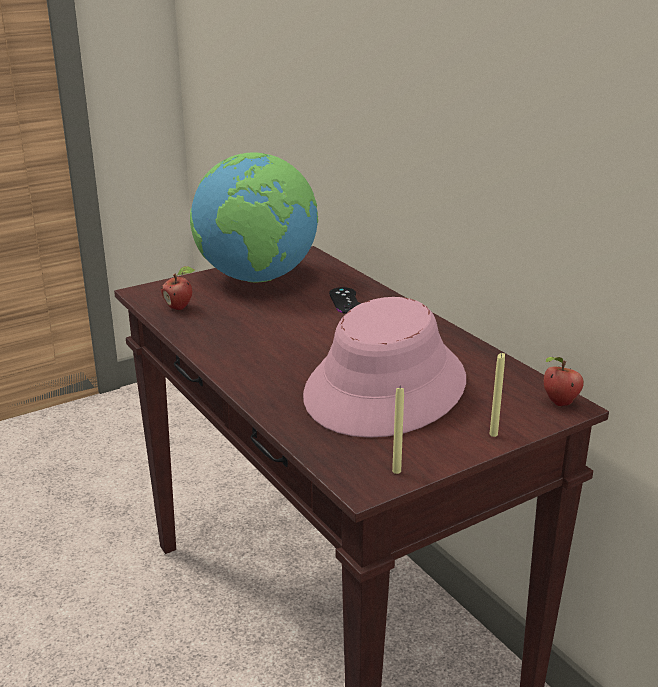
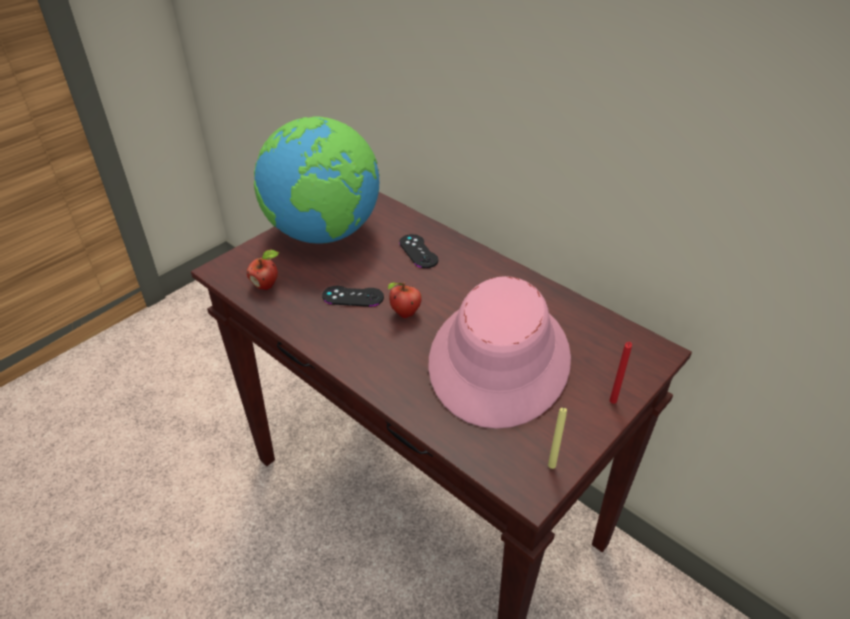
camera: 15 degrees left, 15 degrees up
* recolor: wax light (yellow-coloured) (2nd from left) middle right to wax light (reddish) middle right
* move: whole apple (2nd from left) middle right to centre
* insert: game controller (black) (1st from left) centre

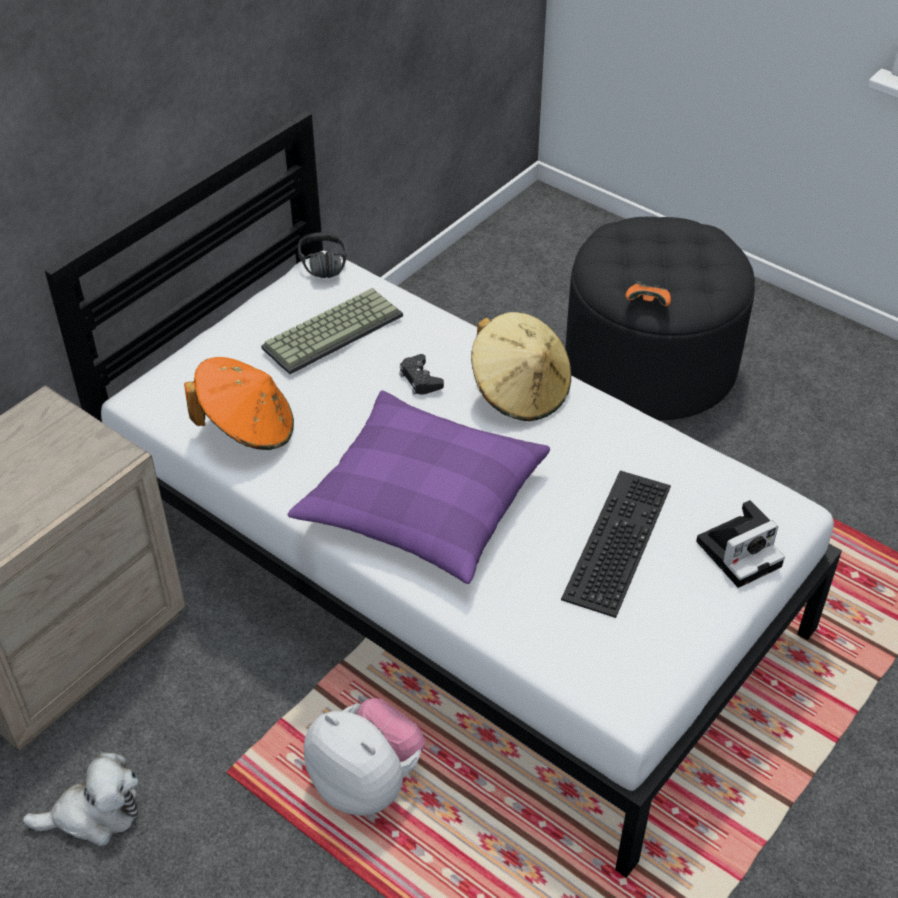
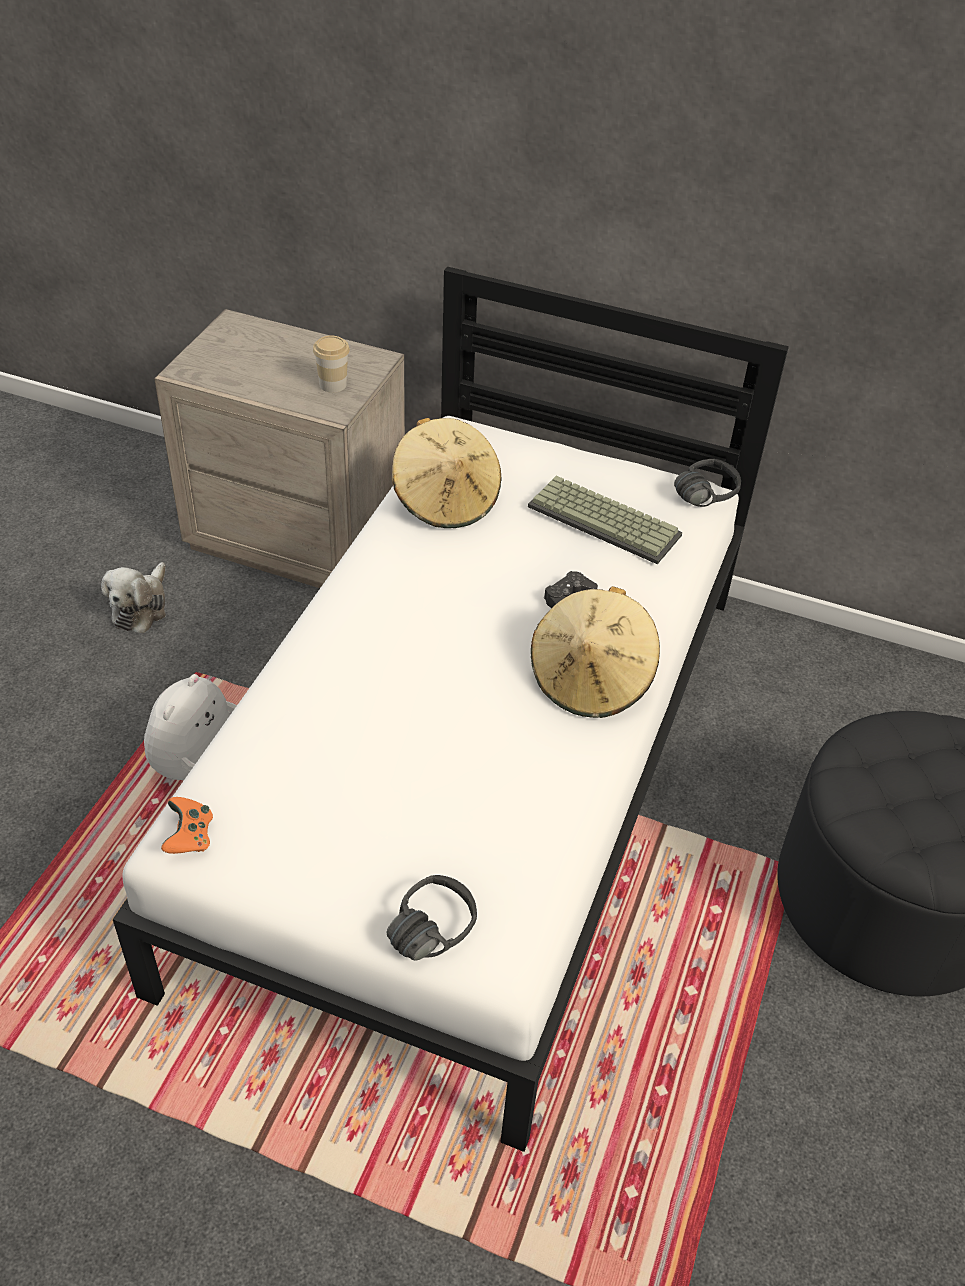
camera: 70 degrees right, 0 degrees up
* rotate: plush toy (1st from left) bottom left = middle left 45 degrees clockwise
* recolor: wearable hat (orangey) middle left to wearable hat (sand-coloured) (1st from left) centre
* delete: cushion (purple-coloured) centre
* delete: keyboard (2nd from left) middle right
* move: game controller (orangey) top right to middle left
* replace: still camera middle right to headphones (black) (1st from left) bottom centre
* insert: cup top centre

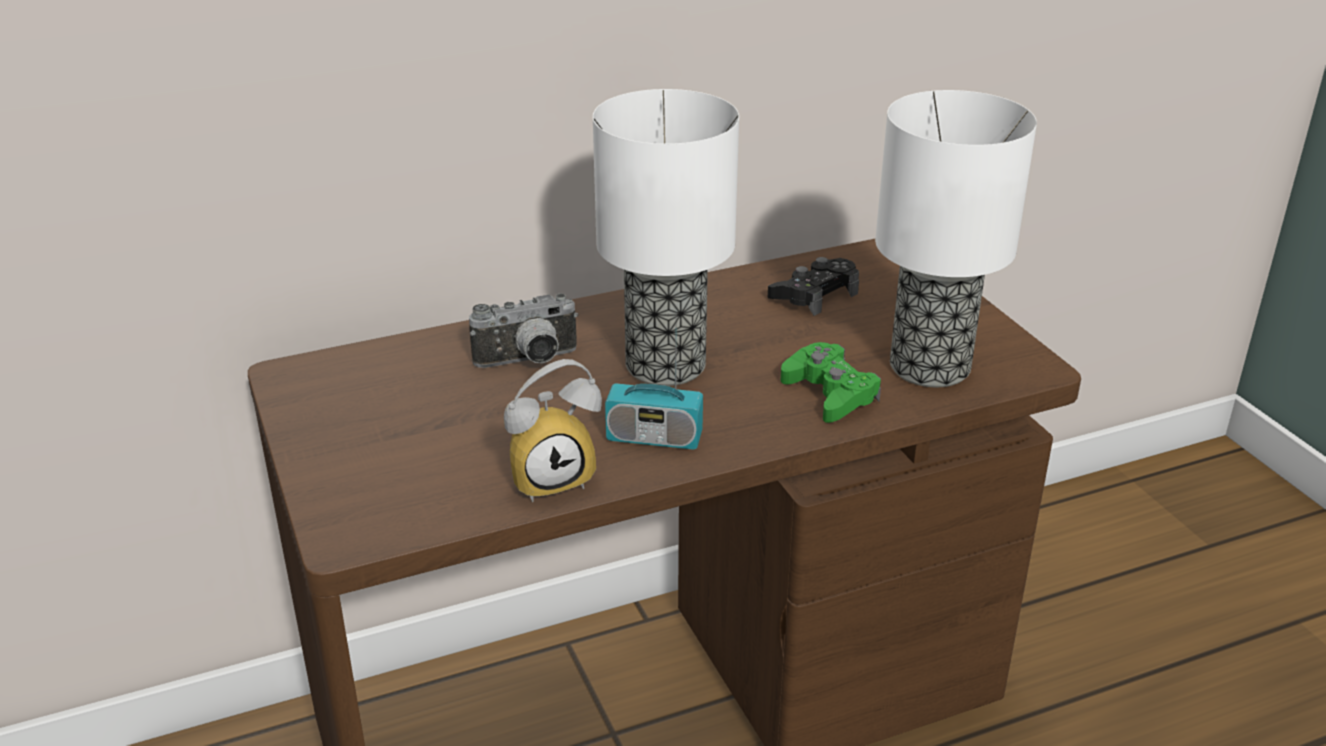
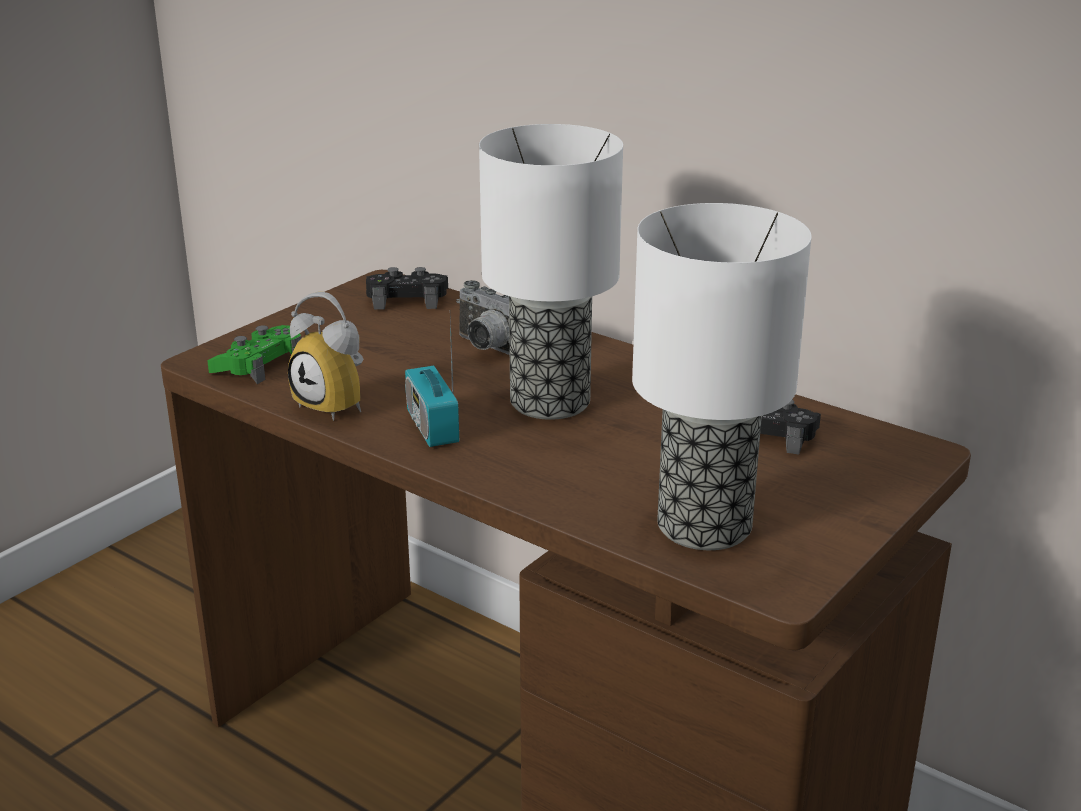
camera: 60 degrees right, 5 degrees down
* move: game controller (greenish) centre to middle left
* insert: game controller (black) (1st from left) centre

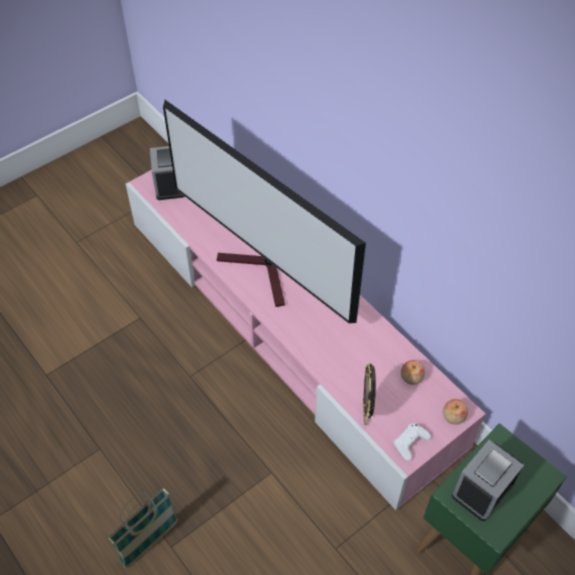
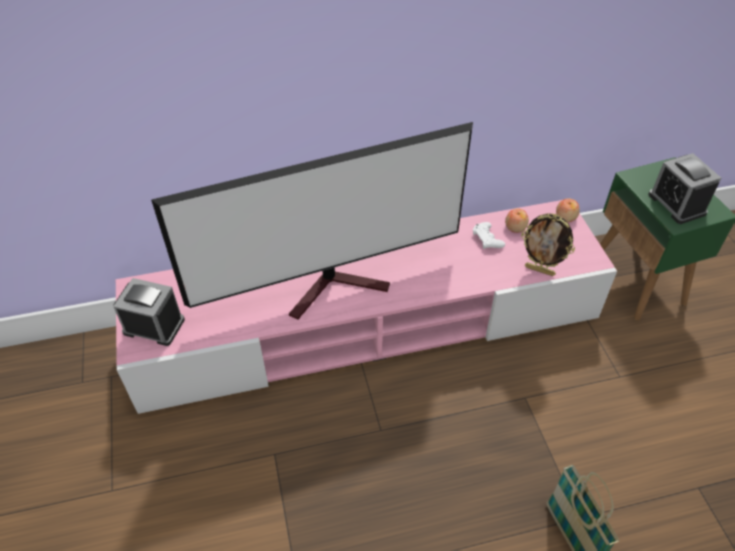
camera: 65 degrees left, 5 degrees down
* move: game controller (whitish) bottom right to centre

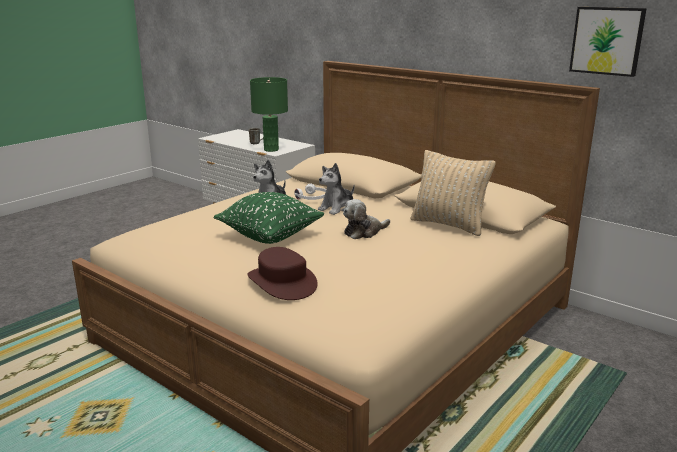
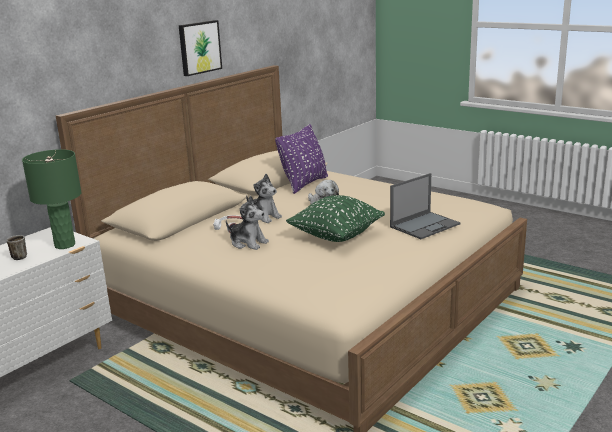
camera: 90 degrees left, 0 degrees up
* replace: wearable hat (brown) centre to laptop middle right
* recolor: cushion (sand-coloured) middle right to cushion (purple-coloured) centre
* move: picture top right to top left

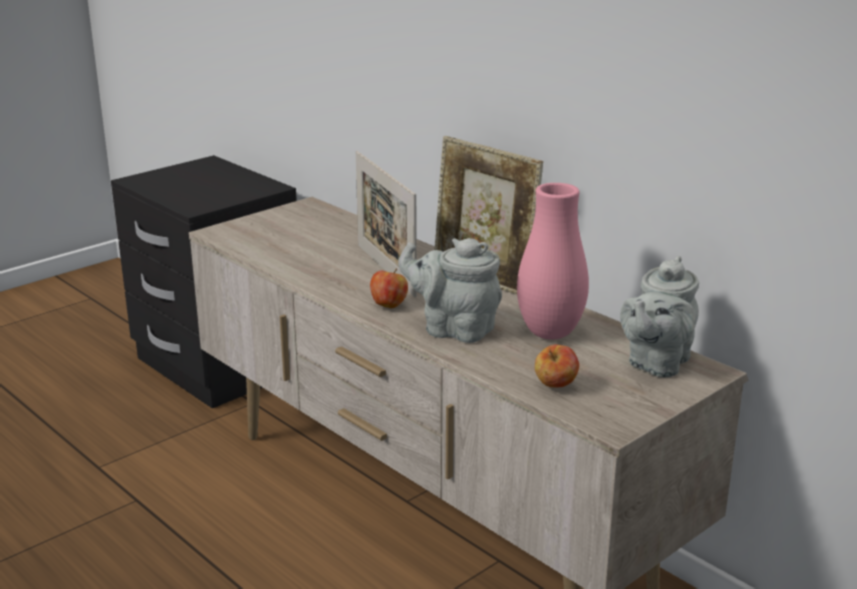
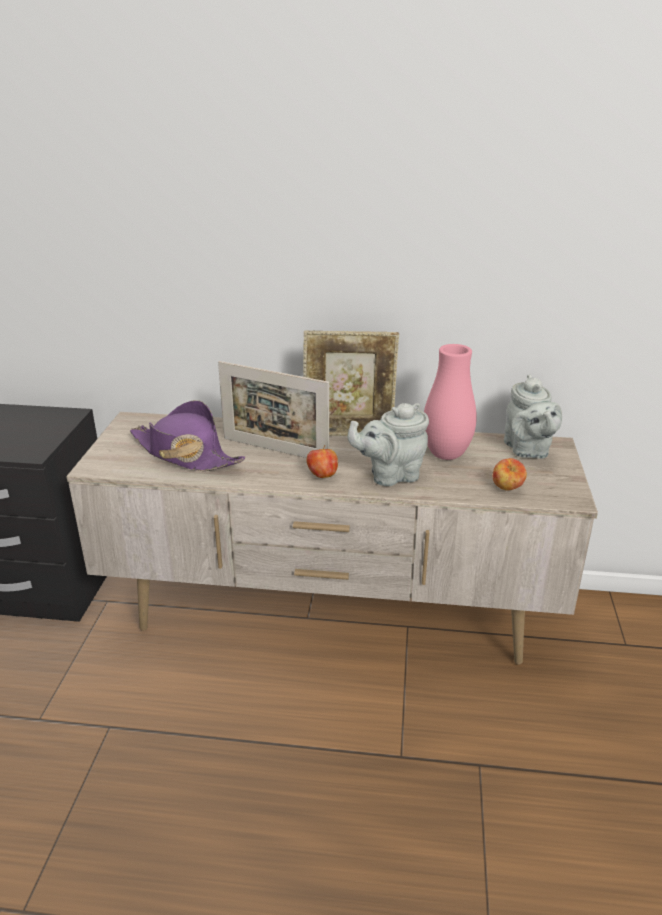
camera: 40 degrees left, 5 degrees up
* insert: wearable hat (purple-coloured) middle left

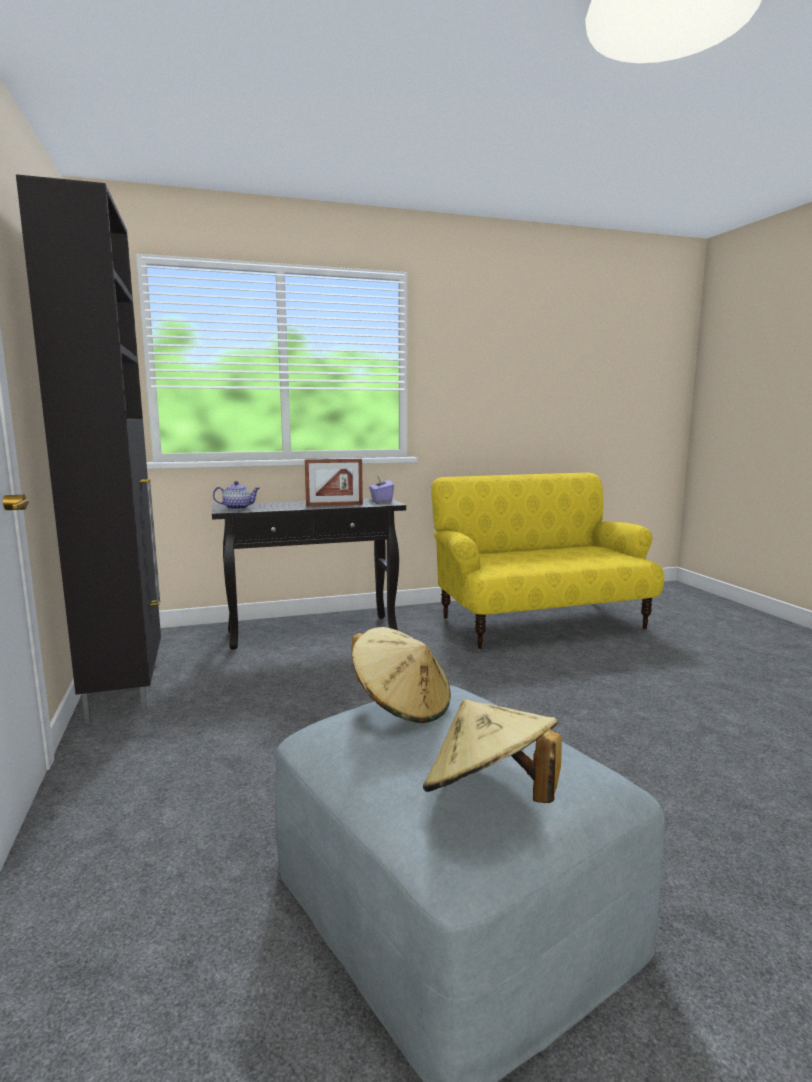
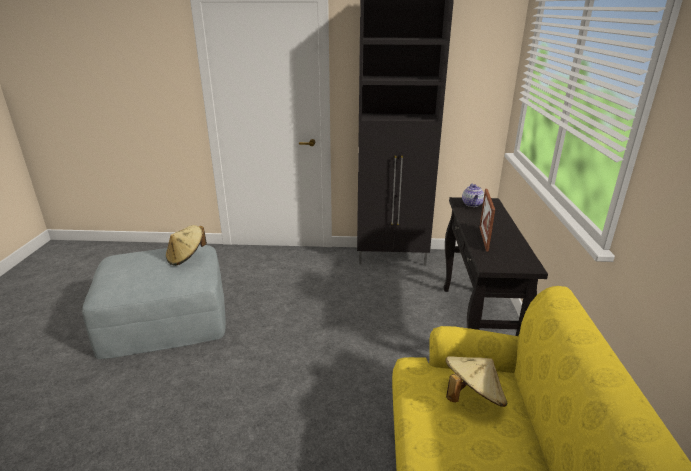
camera: 110 degrees right, 15 degrees up
* delete: tissue holder (purple-coloured) centre
* move: wearable hat (sand-coloured) (2nd from left) bottom centre to bottom right

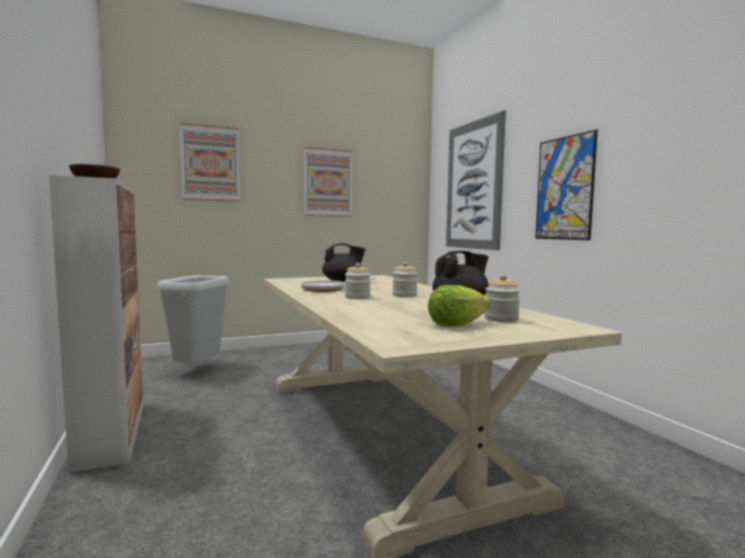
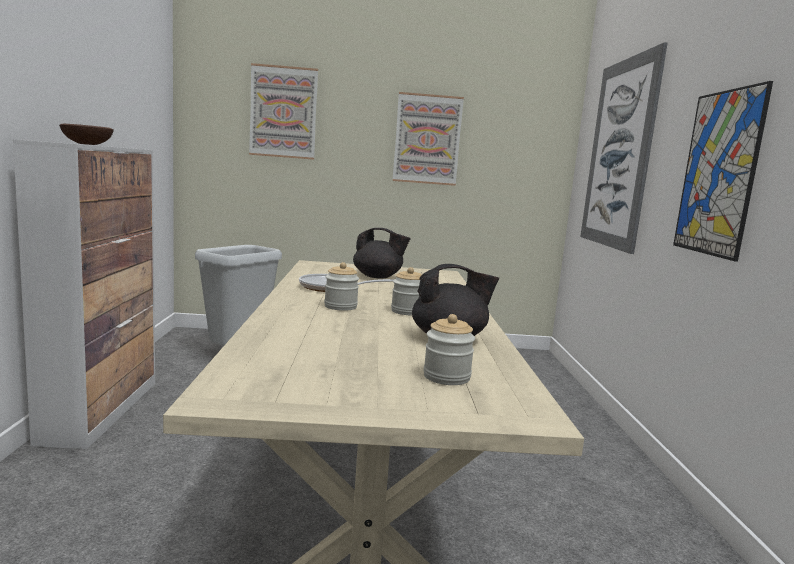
camera: 20 degrees right, 5 degrees up
* delete: lettuce head centre

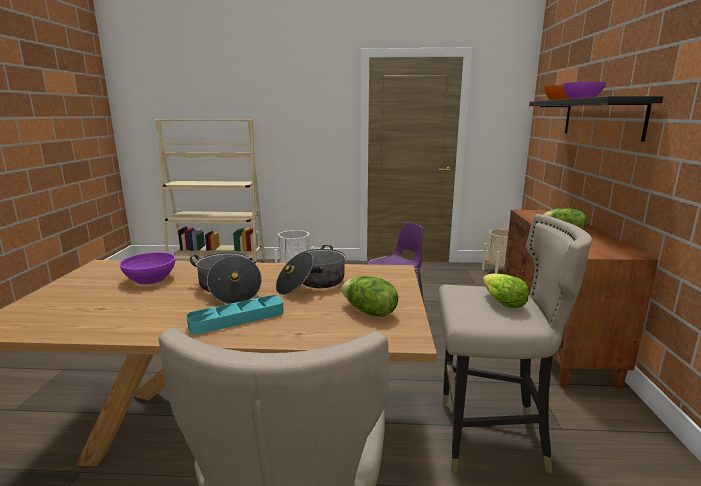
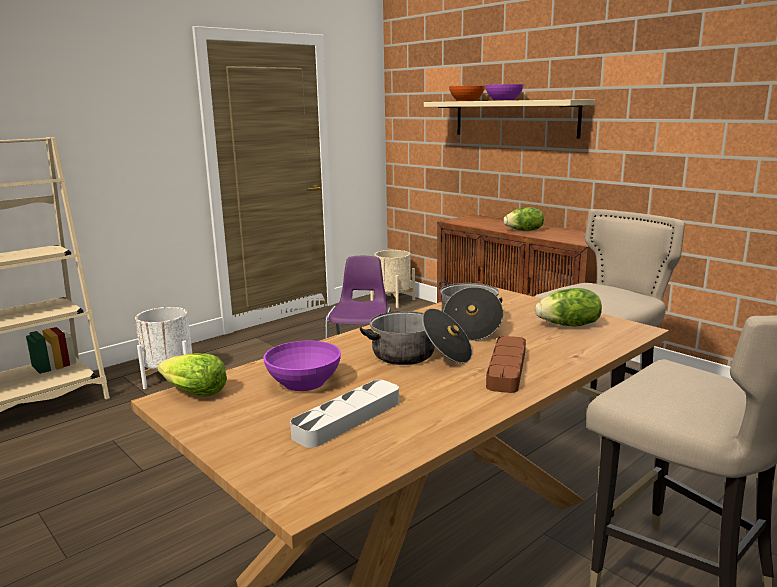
camera: 45 degrees left, 0 degrees up
* recolor: serving tray (blue-green) centre to serving tray (brown) centre
* move: lettuce head (2nd from left in the first image) middle right to lettuce head (1st from left) middle left
* recolor: wall shelf (black) top right to wall shelf (sand-coloured) top centre
* insert: serving tray (gray) bottom centre

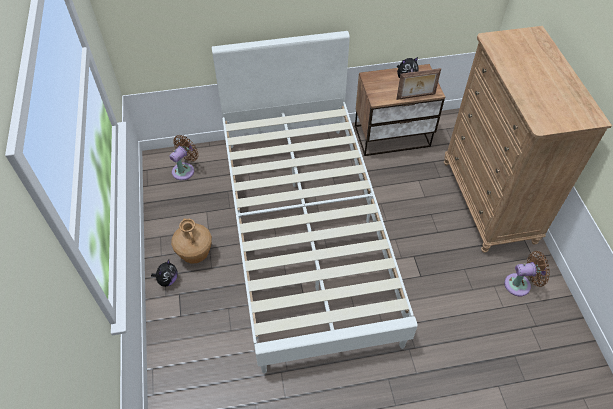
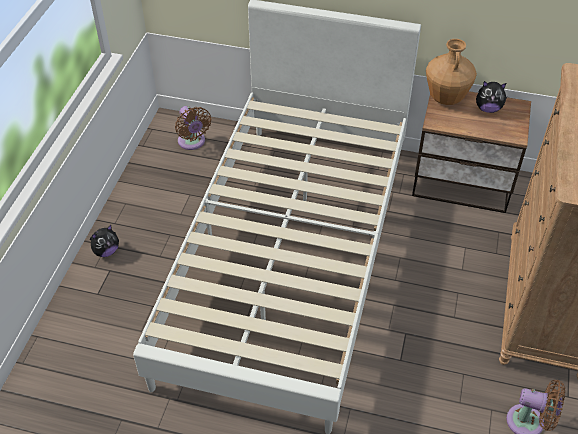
camera: 25 degrees right, 5 degrees down
* rotate: cooling fan (brown) (1st from left) middle left = top centre 90 degrees clockwise
* move: decorative vase (brown) middle left to top right
* delete: picture frame top right

